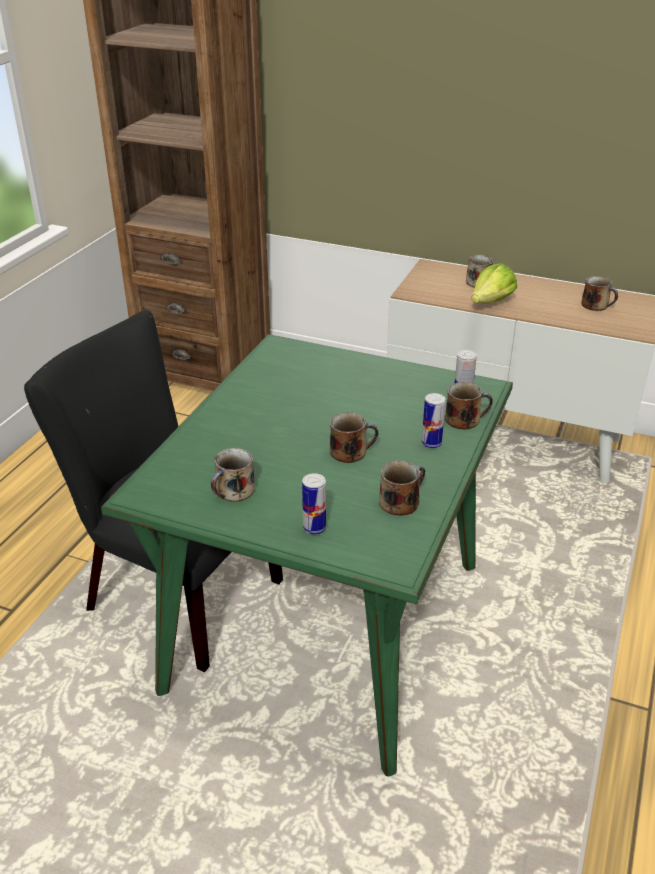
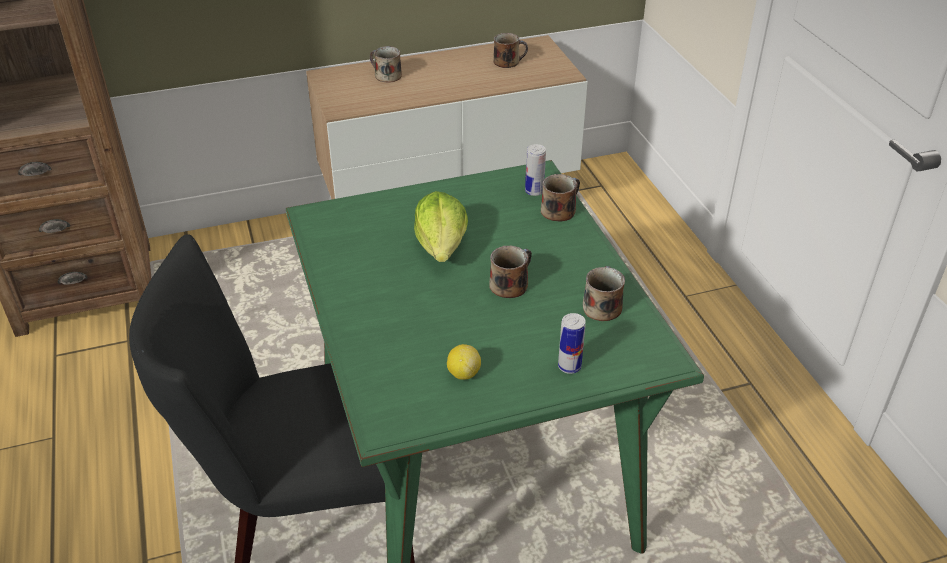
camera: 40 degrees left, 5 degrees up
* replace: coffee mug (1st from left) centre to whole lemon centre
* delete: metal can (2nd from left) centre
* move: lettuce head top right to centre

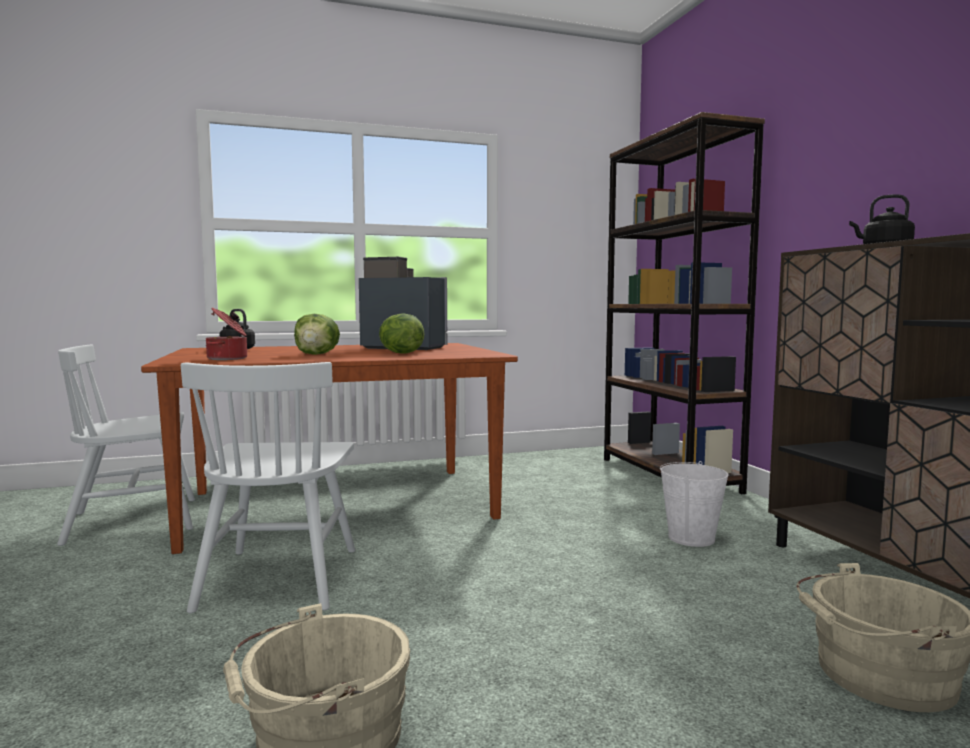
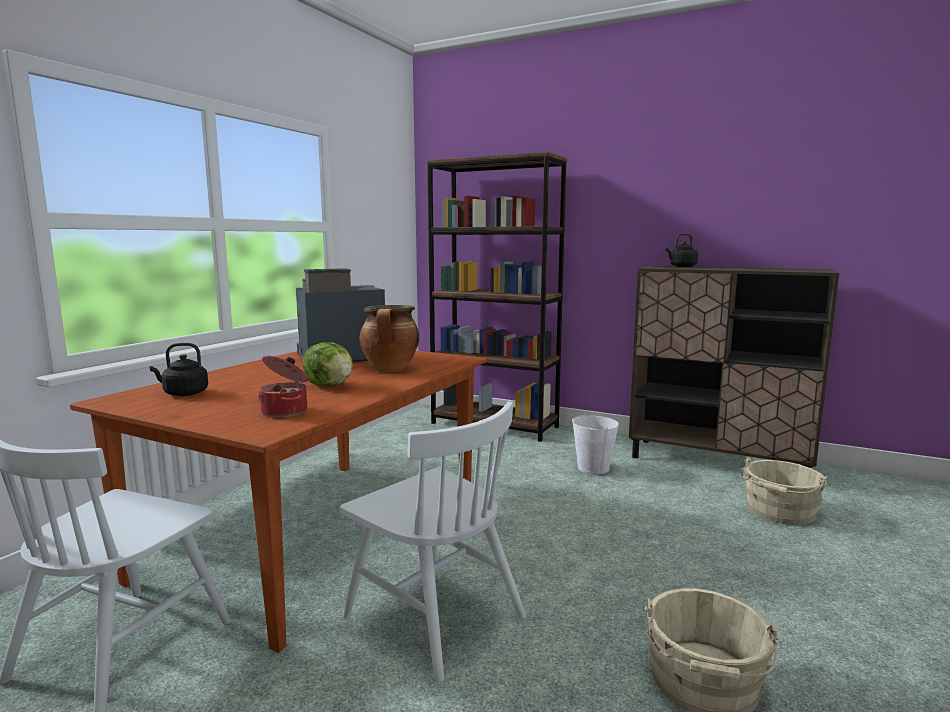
camera: 45 degrees left, 5 degrees up
* replace: lettuce head (2nd from left) centre to cooking pot (2nd from left) centre

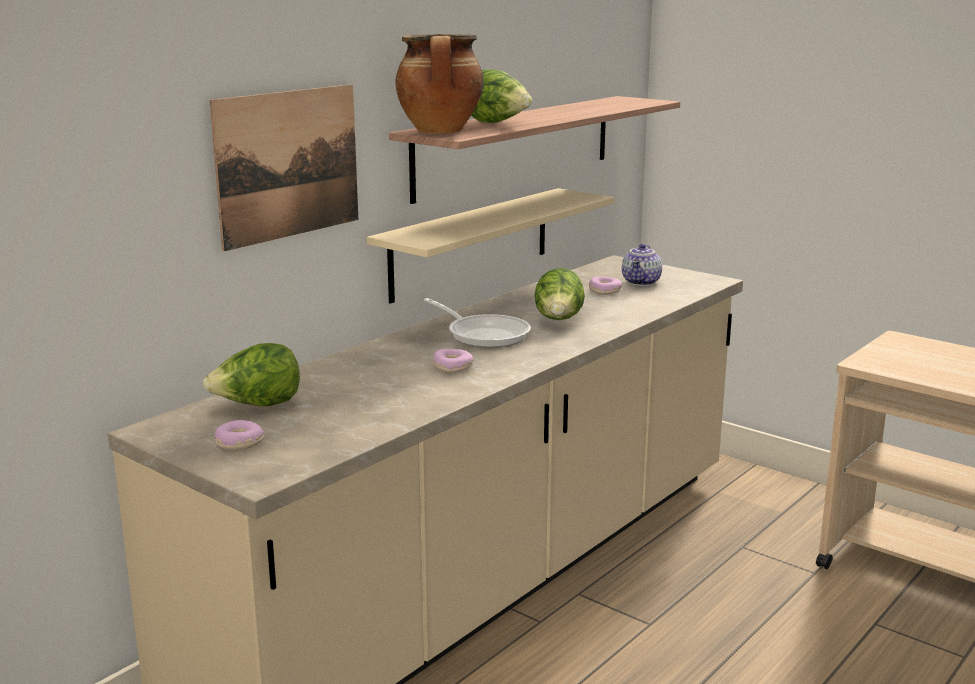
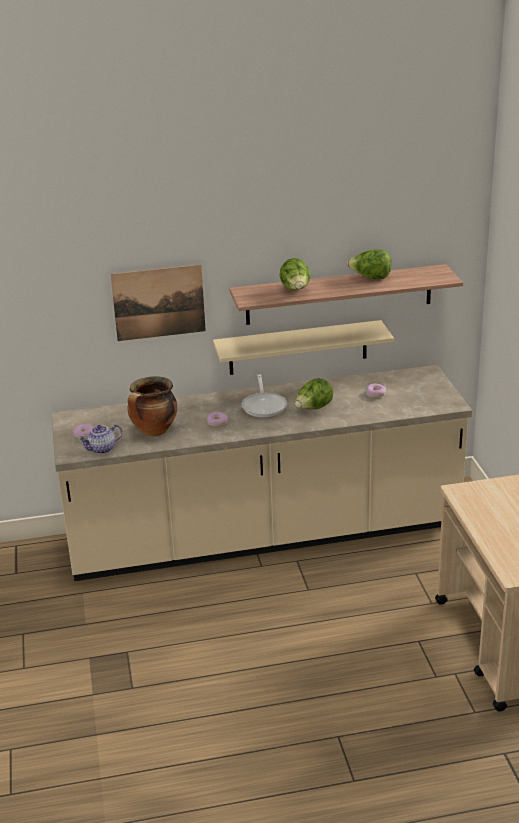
camera: 40 degrees right, 10 degrees up
* move: lettuce head (1st from left in the first image) middle left to lettuce head (3rd from left) top right
* move: cooking pot top centre to middle left
* move: tea pot centre to middle left

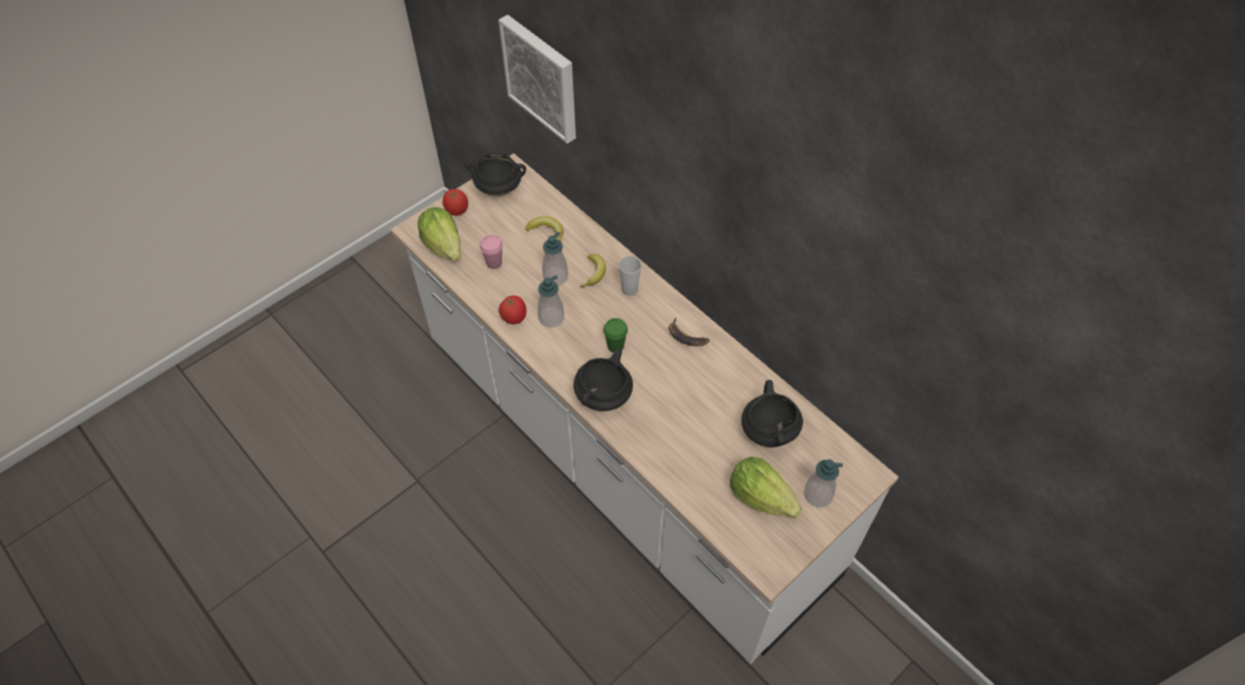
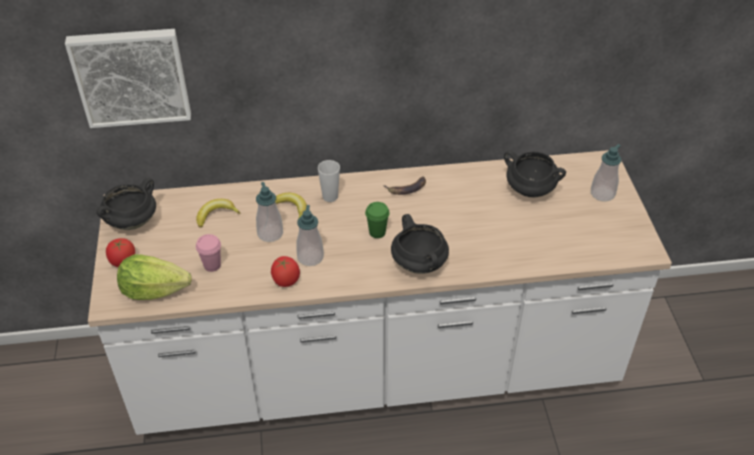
camera: 55 degrees left, 10 degrees down
* delete: lettuce head (2nd from left) bottom centre

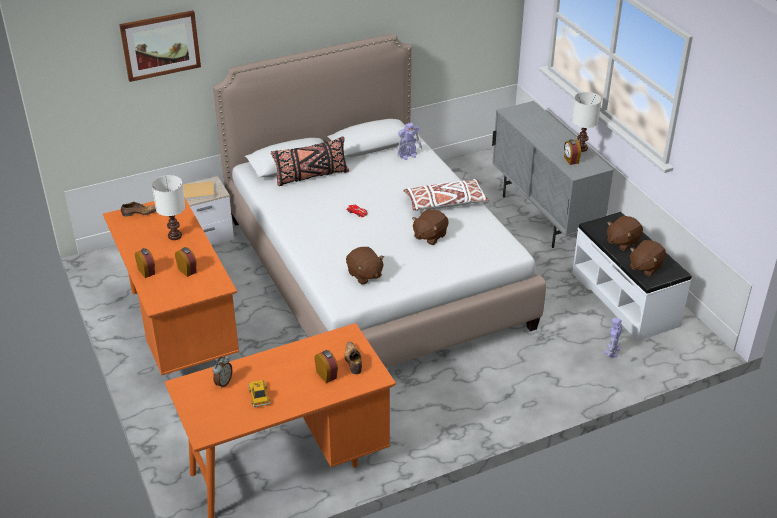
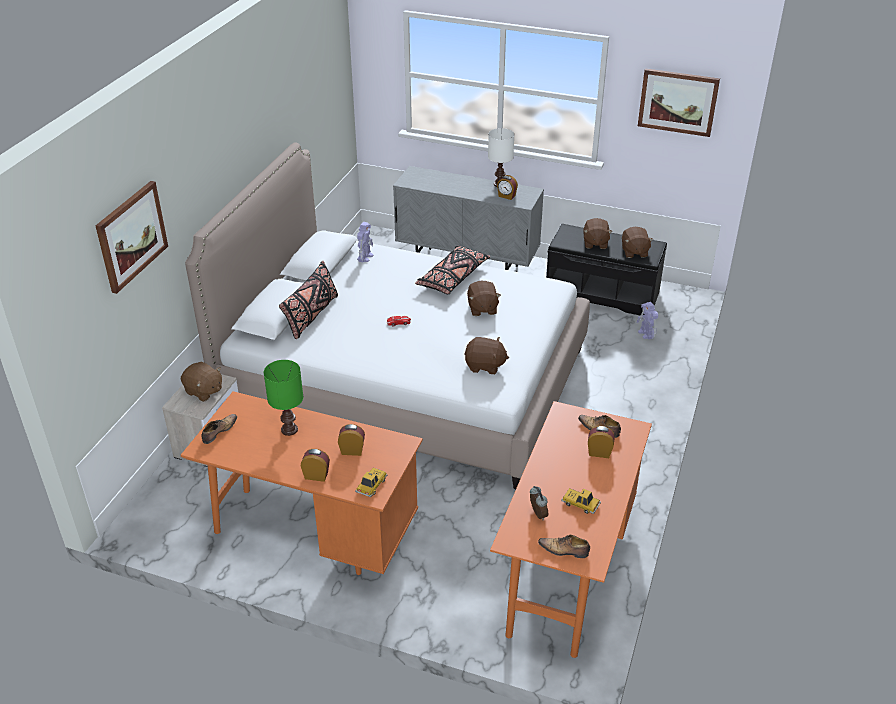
camera: 45 degrees left, 0 degrees up
* recolor: table lamp (whitish) (1st from left) middle left to table lamp (greenish) middle left
* replace: volume (sand-coloured) middle left to plush toy (brown) (1st from left) middle left
* recolor: cushion (whitish) centre to cushion (black) (2nd from left) centre
* recolor: indoor bench (whitish) middle right to indoor bench (black) middle right
* insert: miniature car (1st from left) bottom centre
* insert: item of footwear (2nd from left) bottom centre
* insert: picture (2nd from left) top right

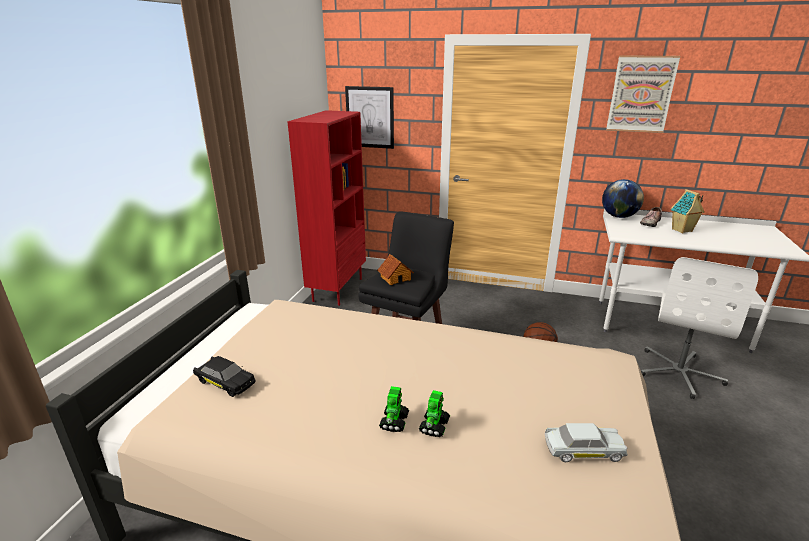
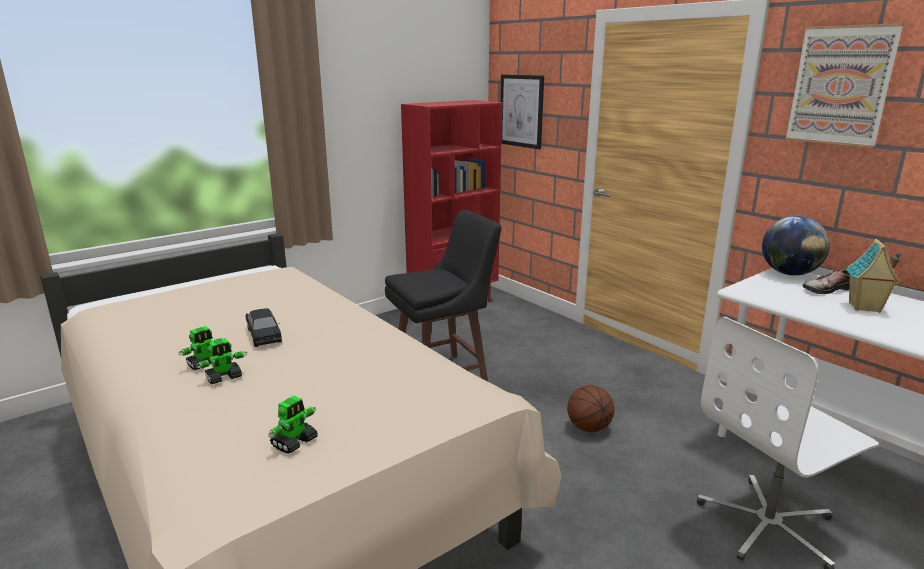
camera: 35 degrees right, 5 degrees down
* move: miniature car (black) bottom left to middle left
* delete: toy house (1st from left) centre
* replace: miniature car (whitish) bottom right to robot figure (3rd from left) bottom left

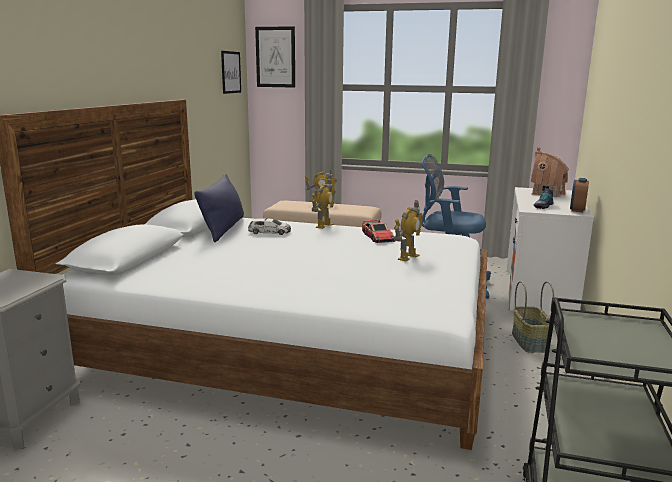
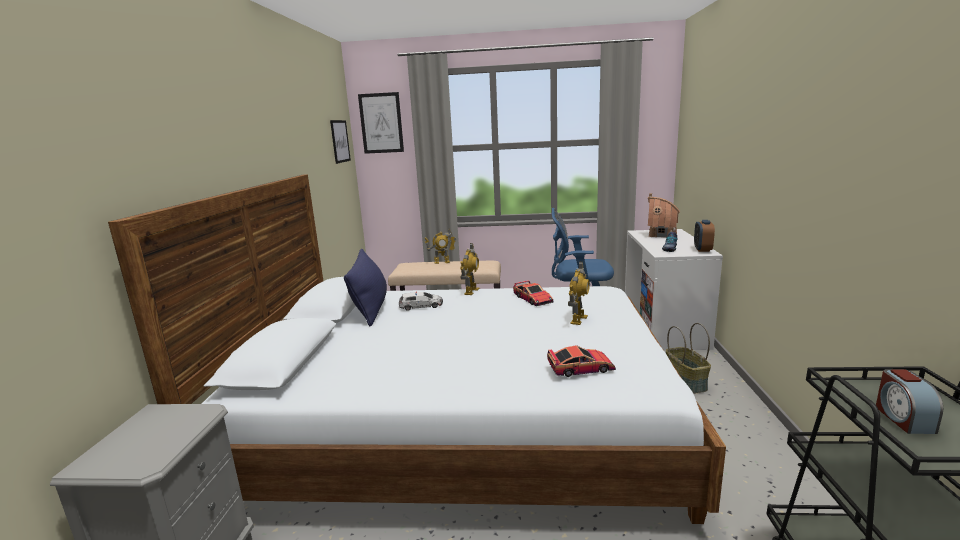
camera: 10 degrees left, 0 degrees up
* insert: miniature car (3rd from left) bottom centre
* insert: alarm clock (2nd from left) bottom right

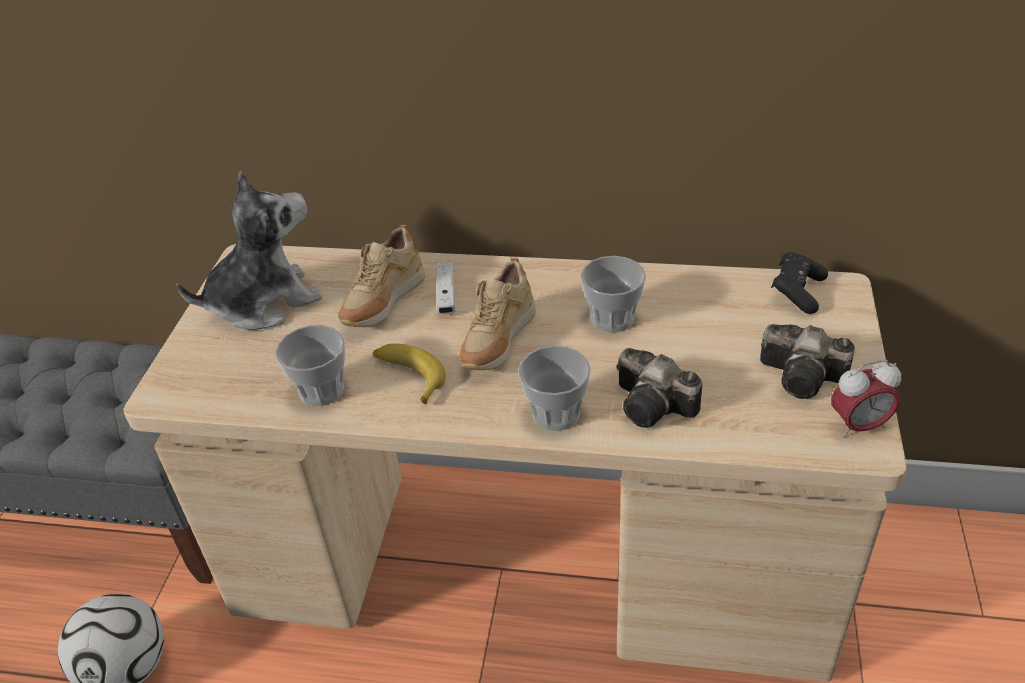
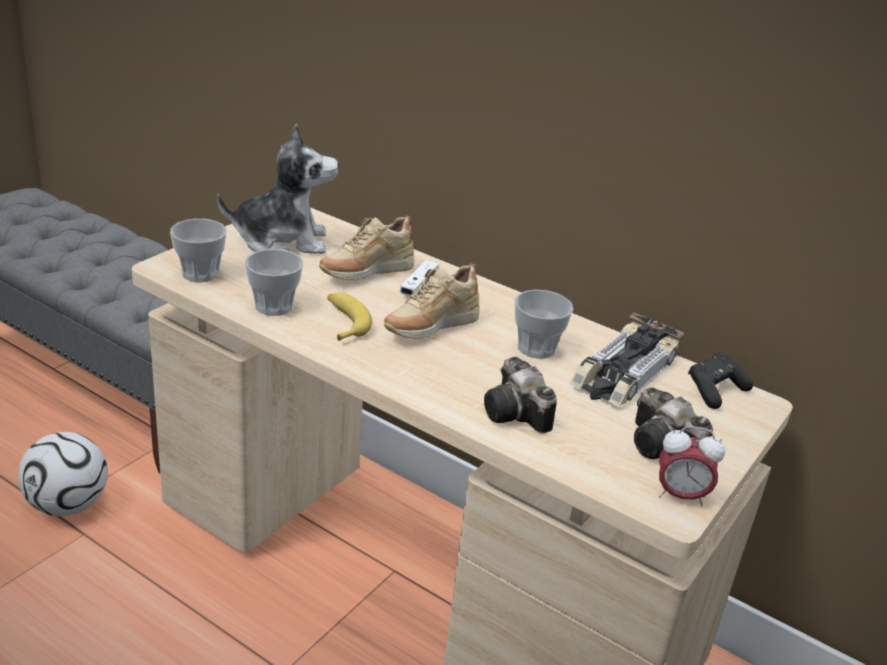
camera: 20 degrees right, 10 degrees down
* move: cup (2nd from left in the first image) centre to cup (1st from left) middle left
* insert: miniature car middle right

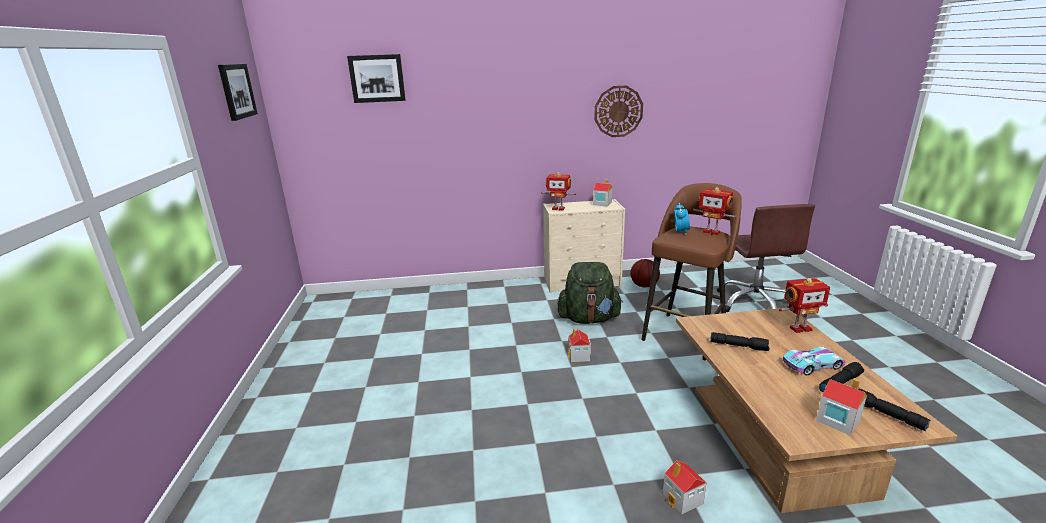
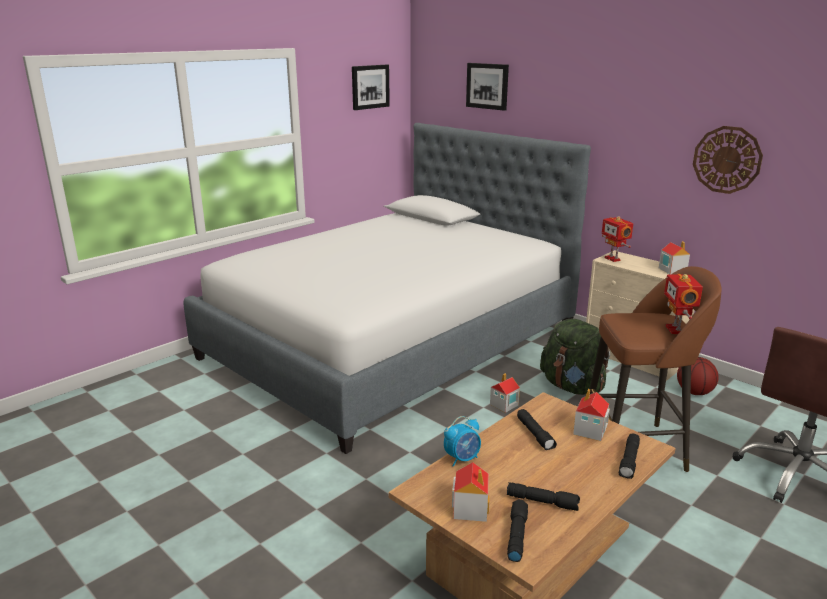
camera: 50 degrees right, 0 degrees up
* move: toy house (3rd from left) bottom centre to bottom right
* move: alarm clock centre to bottom centre
* replace: robot figure (3rd from left) middle right to flashlight (black) (4th from left) bottom right
* delete: miniature car bottom right
* insert: bed centre

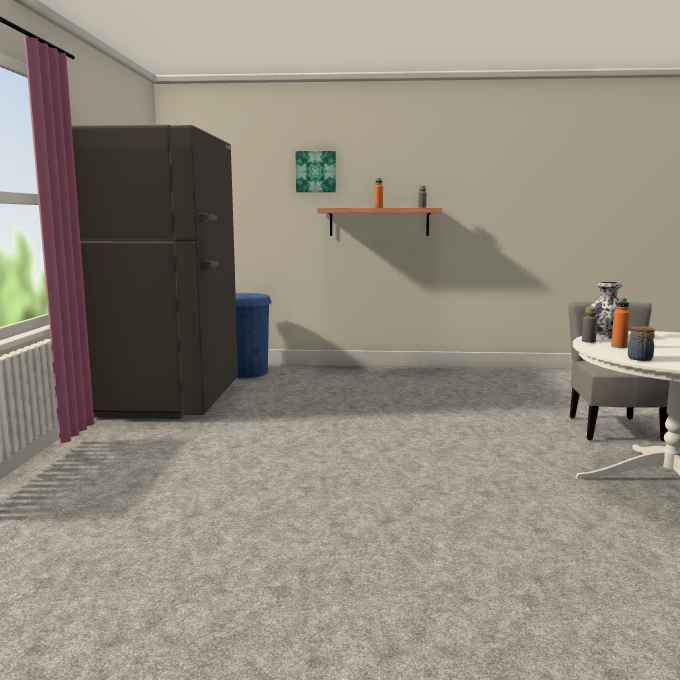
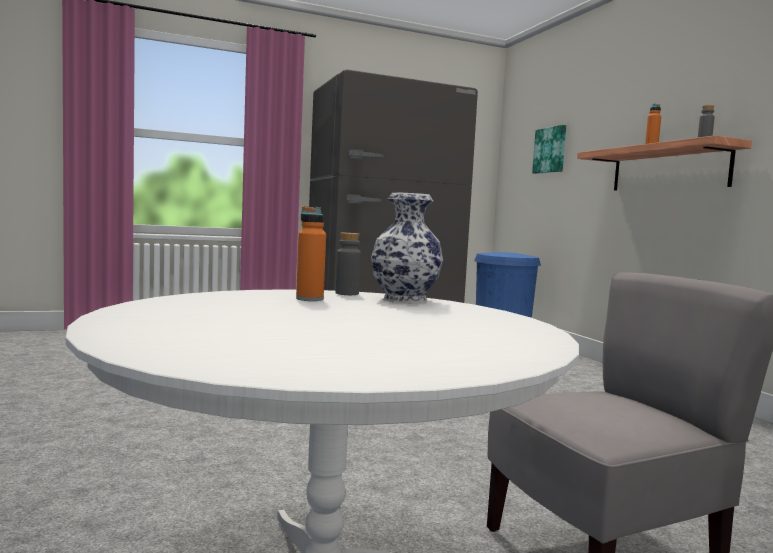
camera: 65 degrees right, 5 degrees down
* move: picture top centre to top right
* delete: preserve jar middle right

